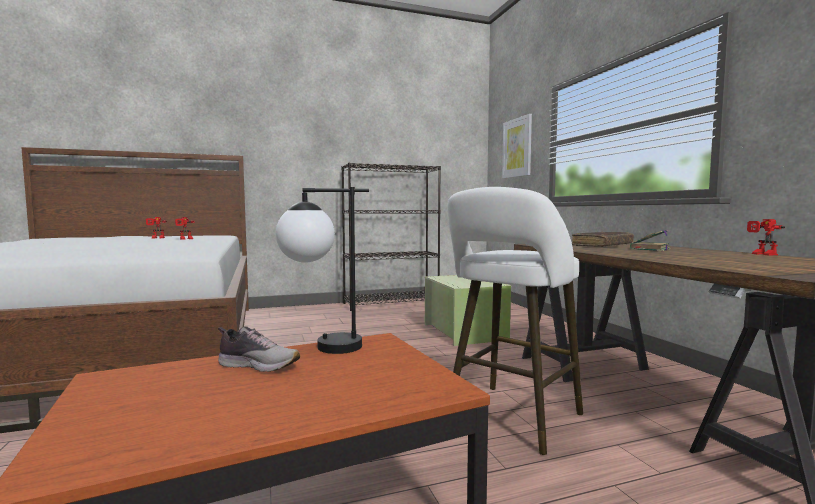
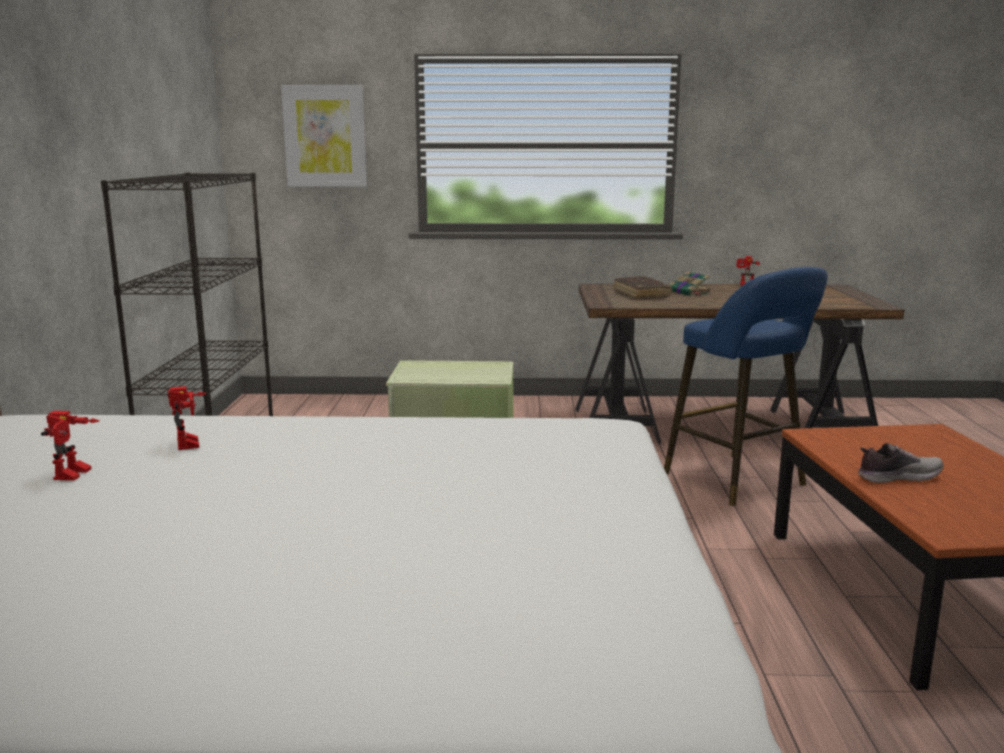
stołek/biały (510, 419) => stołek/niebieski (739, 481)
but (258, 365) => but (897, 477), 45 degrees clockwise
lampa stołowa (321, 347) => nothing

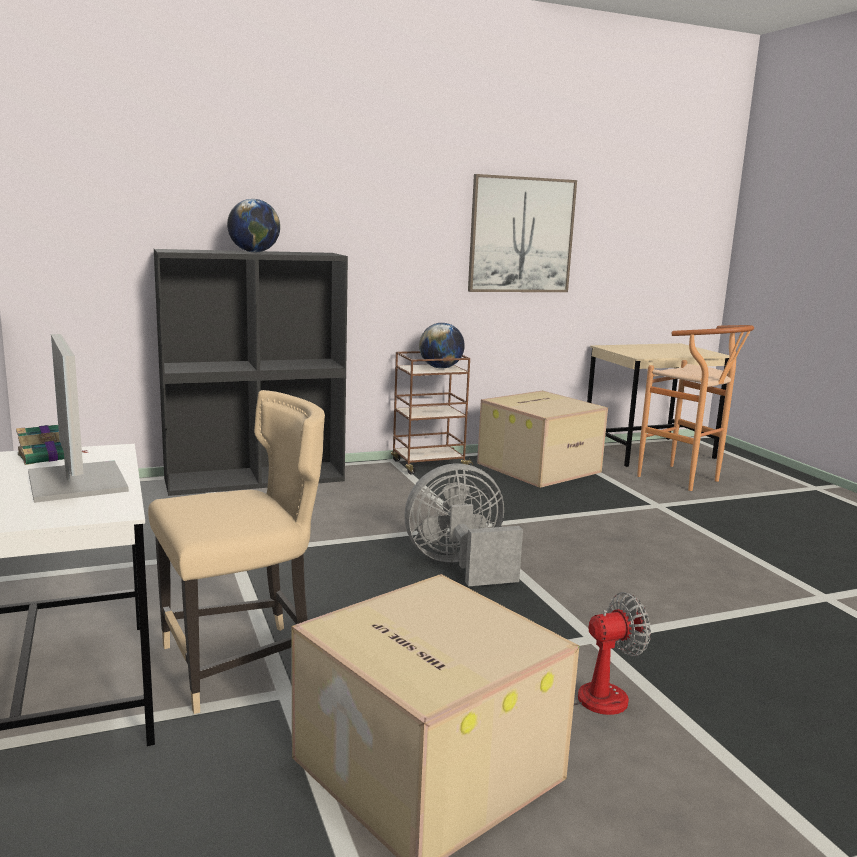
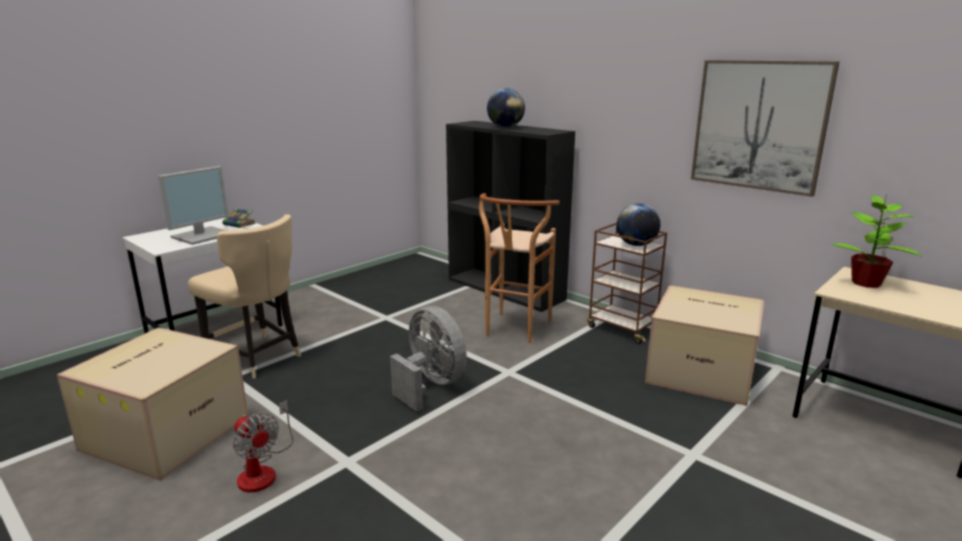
stołek/brązowy (685, 480) => stołek/brązowy (514, 331), move
nothing => roślina doniczkowa (866, 283)

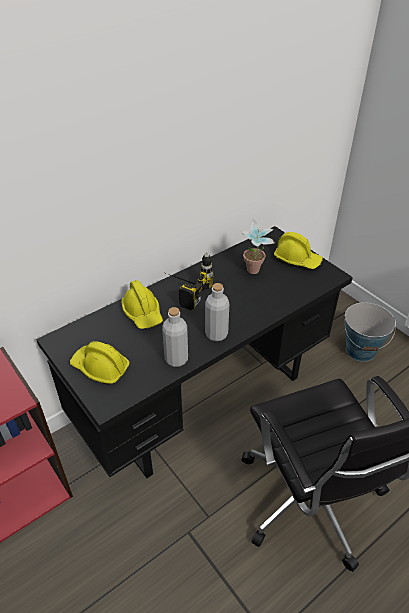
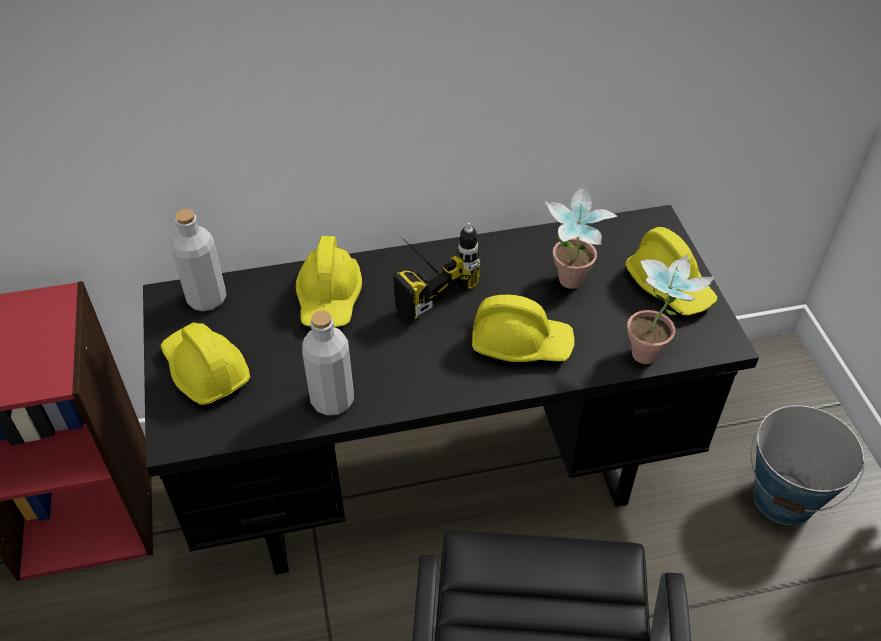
butelka/szary (216, 334) => butelka/szary (207, 299), move
nothing => kask/żółty (520, 343)
nothing => roślina doniczkowa (653, 351)

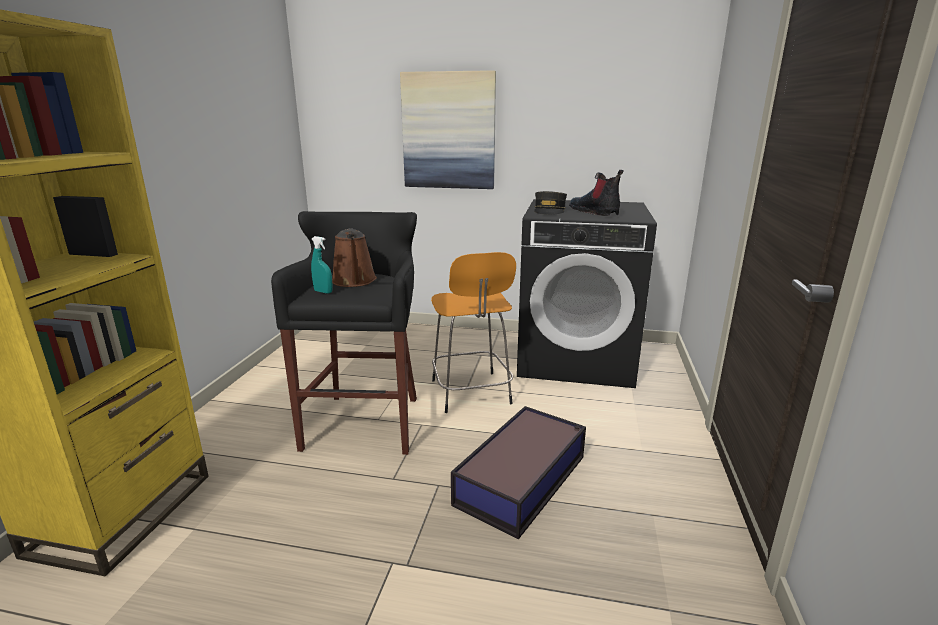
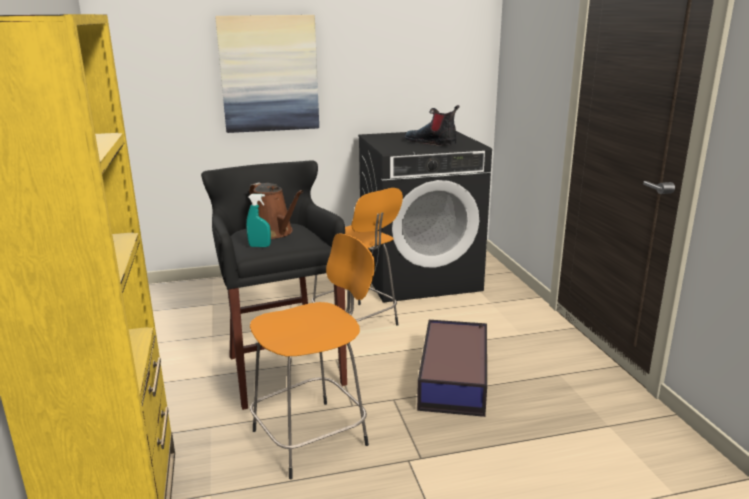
nothing => stołek/pomarańczowy (313, 436)
czapka z daszkiem/szary (549, 211) => nothing

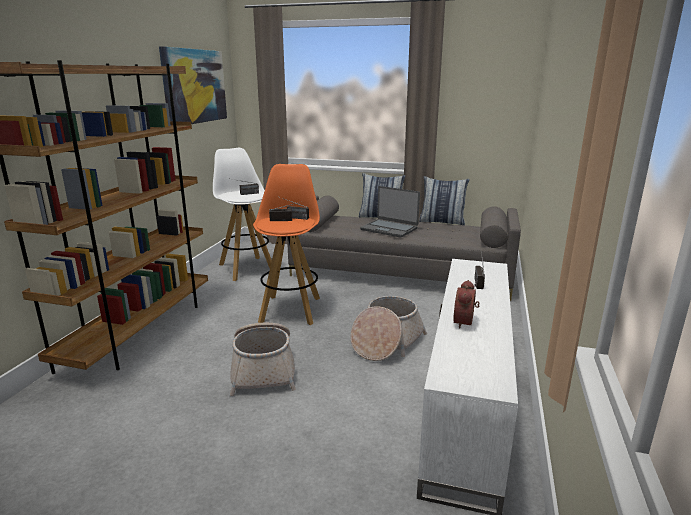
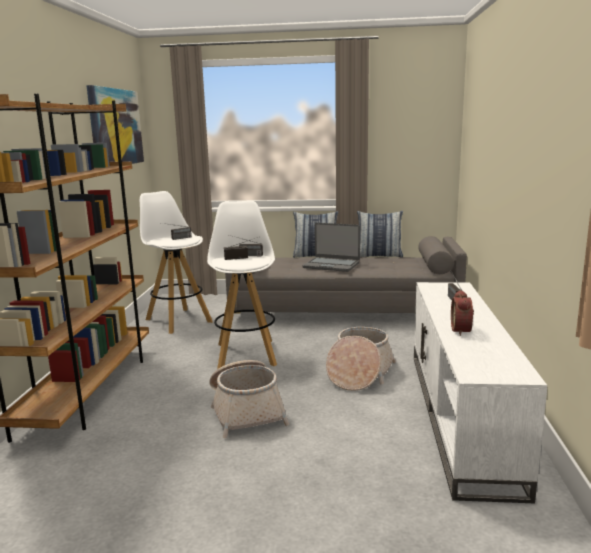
stołek/pomarańczowy (290, 309) => stołek/biały (246, 354)

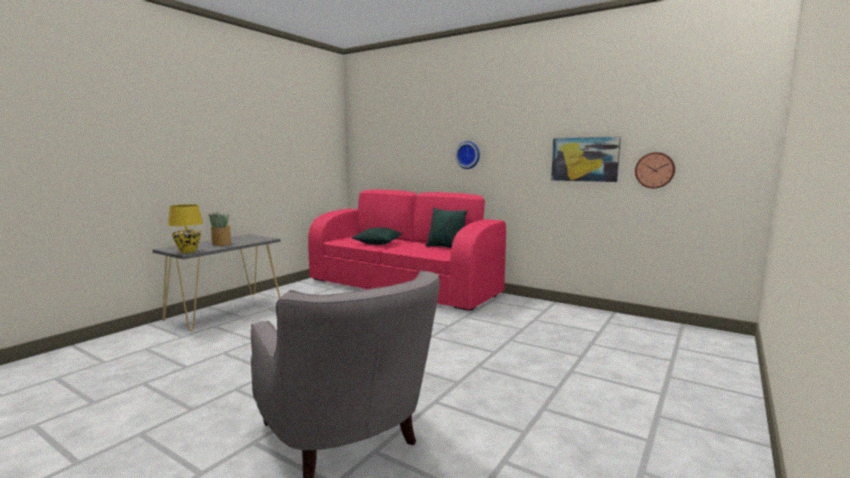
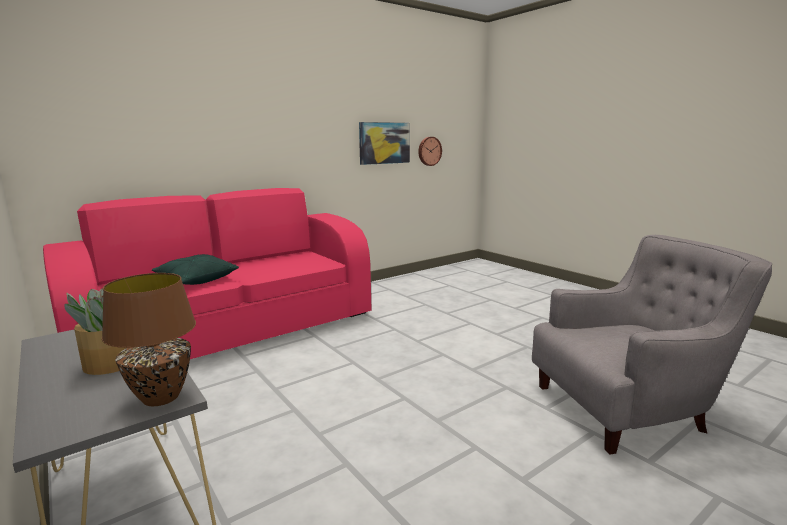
lampa stołowa/żółty (188, 252) => lampa stołowa/brązowy (161, 398)
poduszka/zielony (445, 247) => nothing
zegar ścienny (468, 155) => nothing

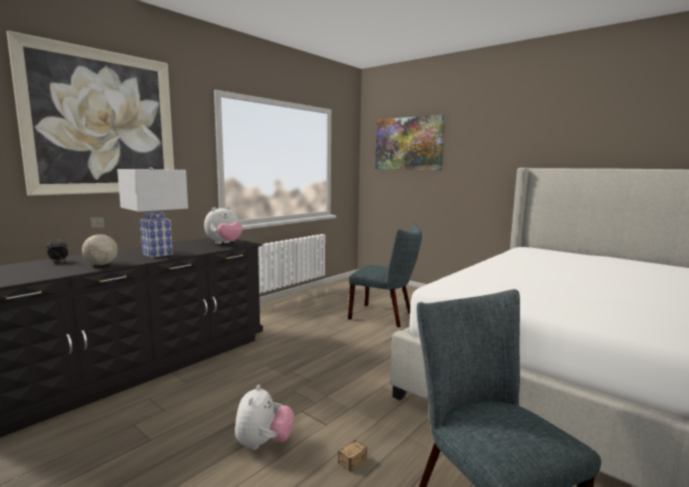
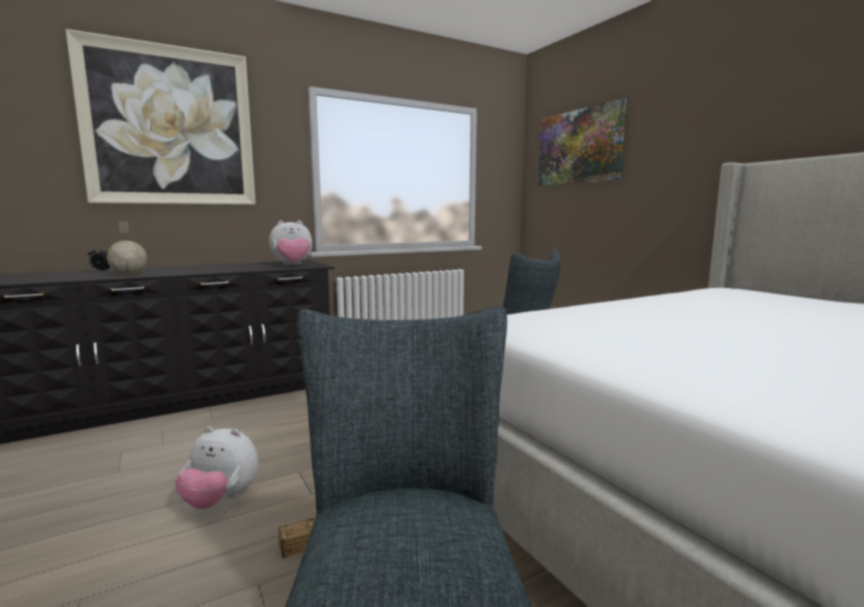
pluszak (263, 443) => pluszak (220, 500), 75 degrees clockwise
lampa stołowa/biały (158, 254) => nothing

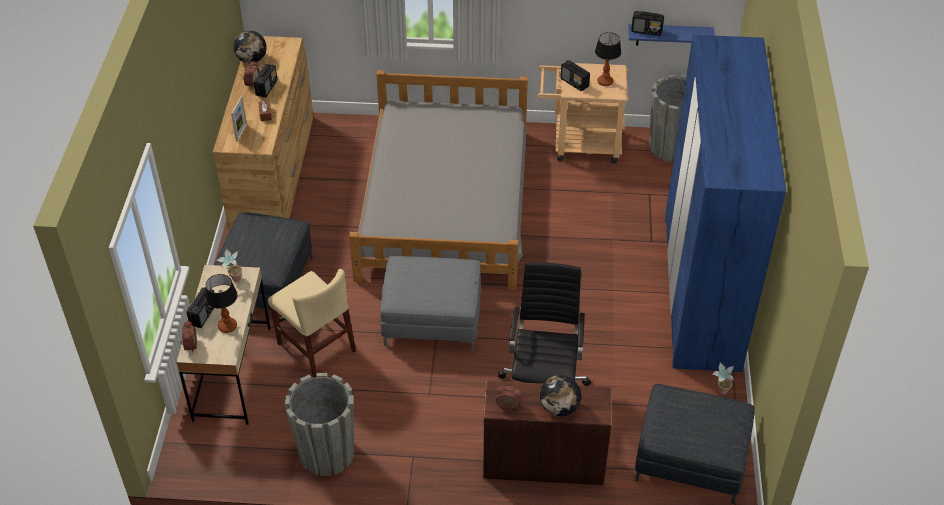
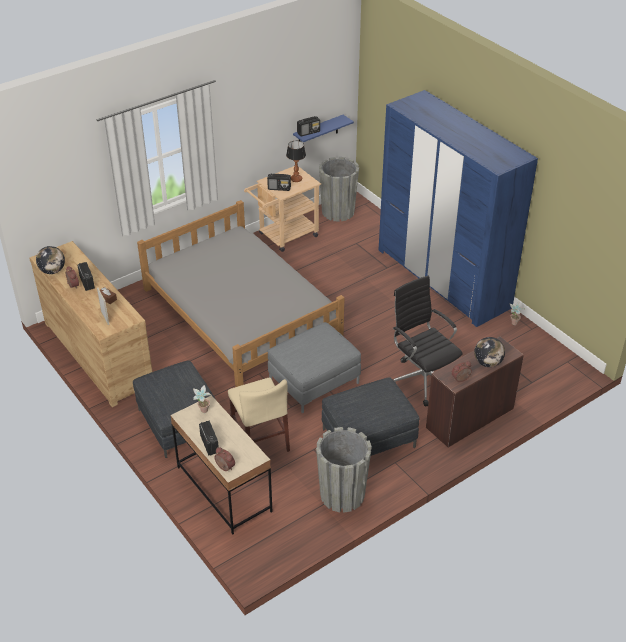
krzesło/beżowy (316, 347) => krzesło/beżowy (260, 440), 60 degrees clockwise
pufa/szary (691, 459) => pufa/szary (368, 437), move
lampa stołowa (227, 327) => nothing

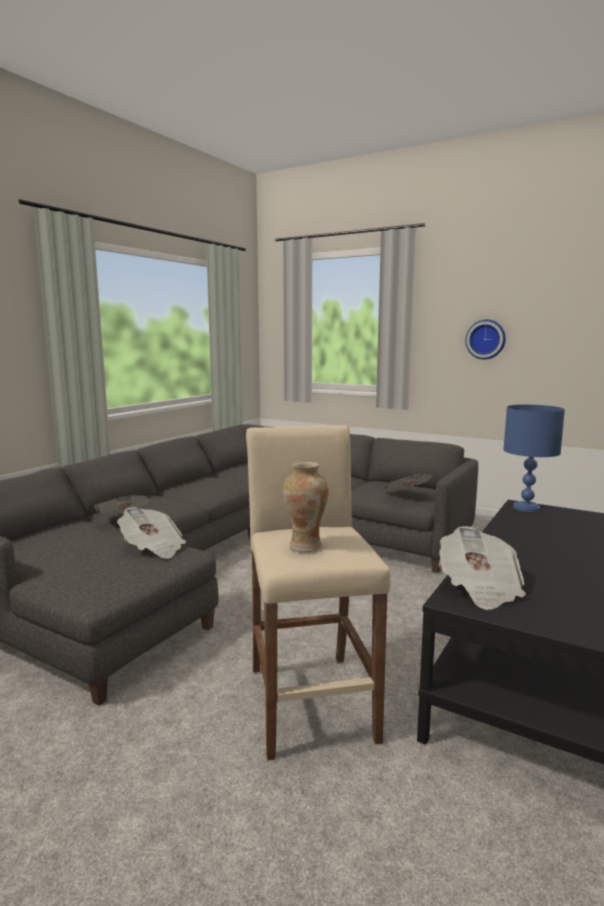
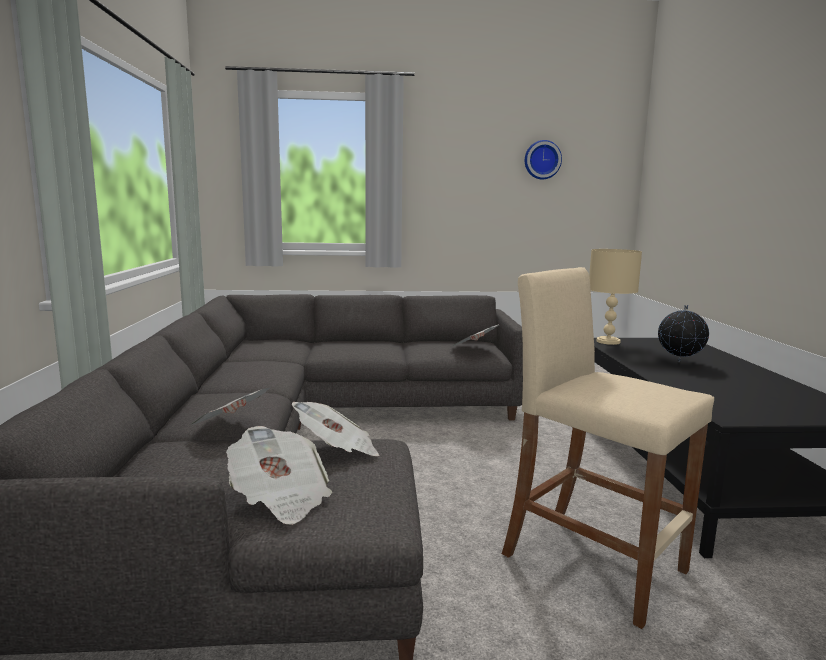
gazeta (479, 588) => gazeta (280, 498), move
zegar ścienny (486, 339) => zegar ścienny (542, 160), move
lampa stołowa/niebieski (525, 508) => lampa stołowa/beżowy (607, 341)
nothing => globus (679, 362)
wazon (305, 546) => nothing

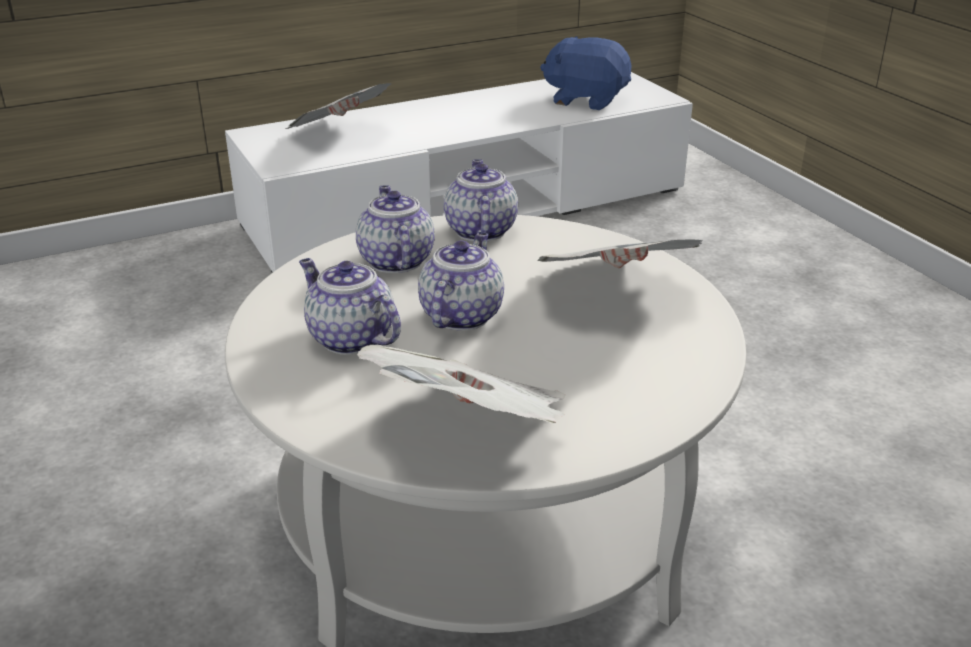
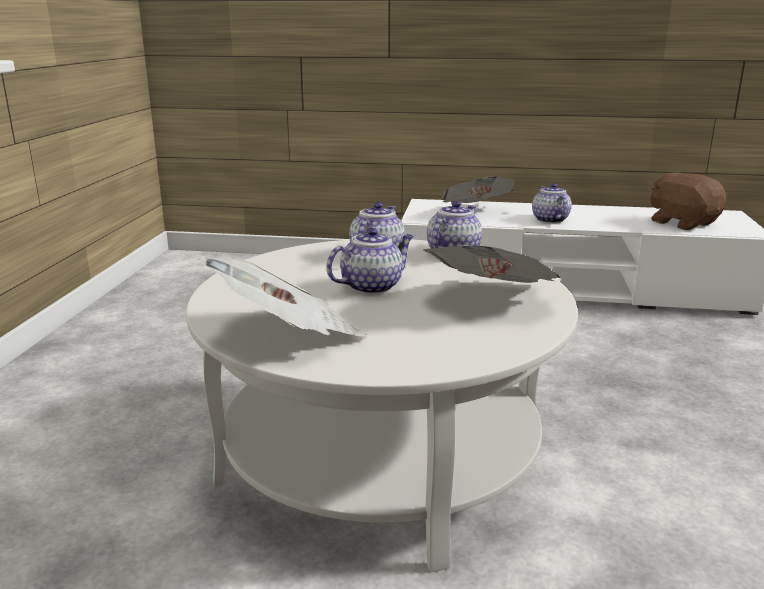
imbryk (349, 338) => imbryk (549, 220), move
pluszak/niebieski (586, 99) => pluszak/brązowy (682, 223)

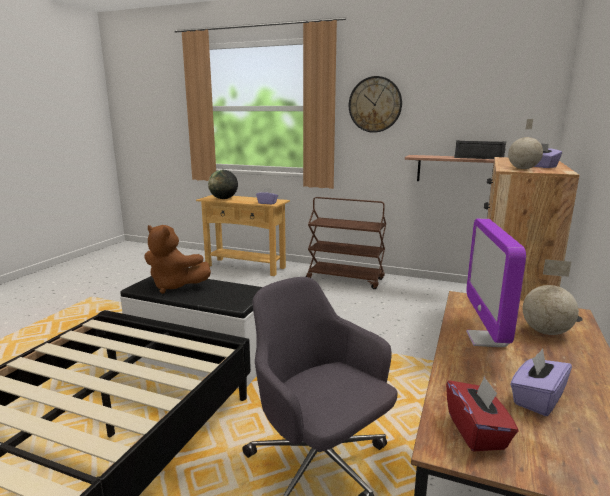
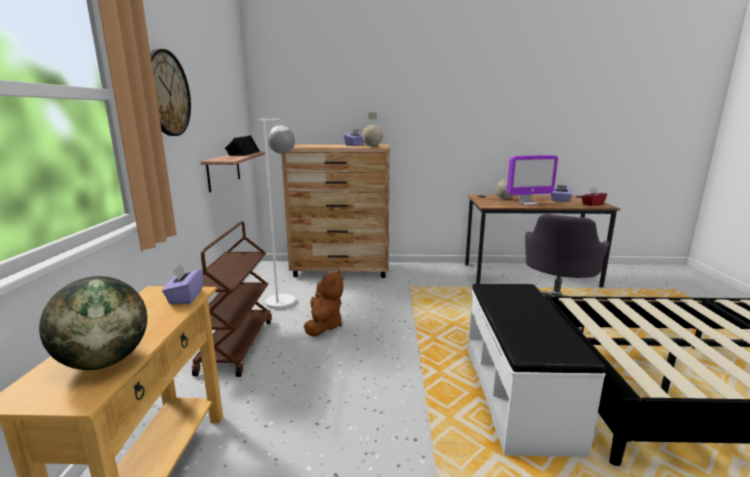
nothing => lampa stojąca/biały (284, 298)
pluszak/brązowy (174, 286) => pluszak/brązowy (324, 326), move

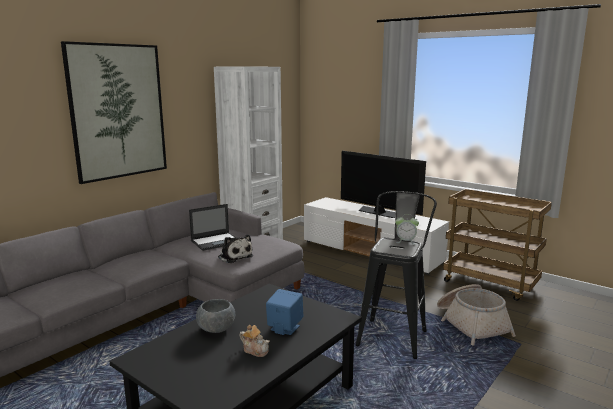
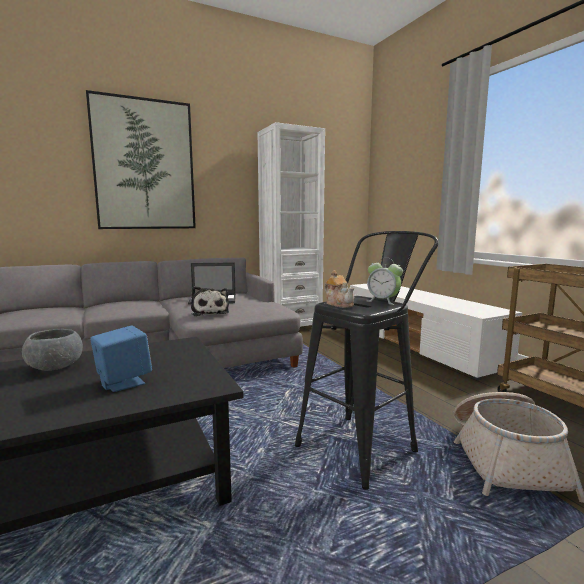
imbryk (255, 350) => imbryk (339, 304), move
telewizor (379, 212) => nothing

